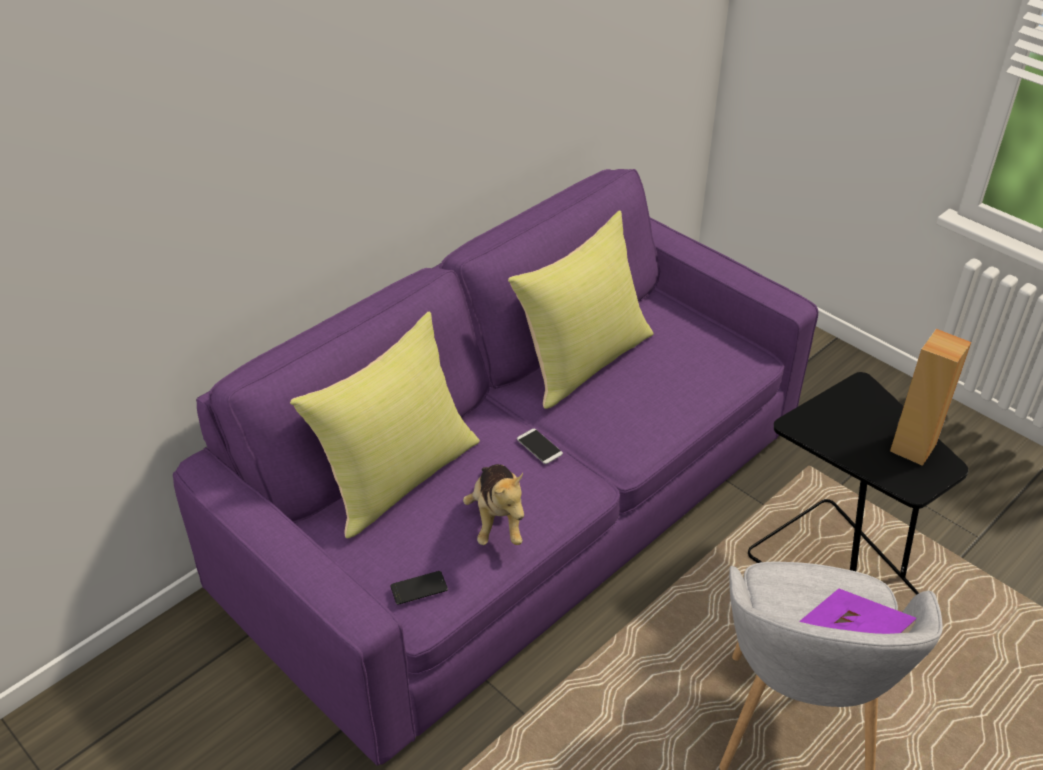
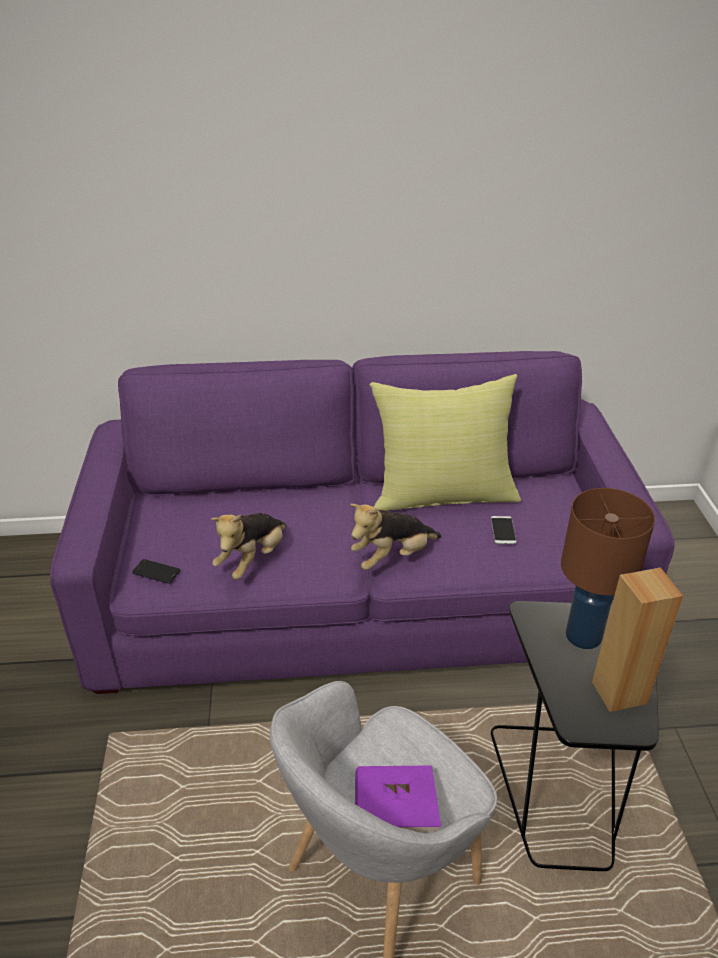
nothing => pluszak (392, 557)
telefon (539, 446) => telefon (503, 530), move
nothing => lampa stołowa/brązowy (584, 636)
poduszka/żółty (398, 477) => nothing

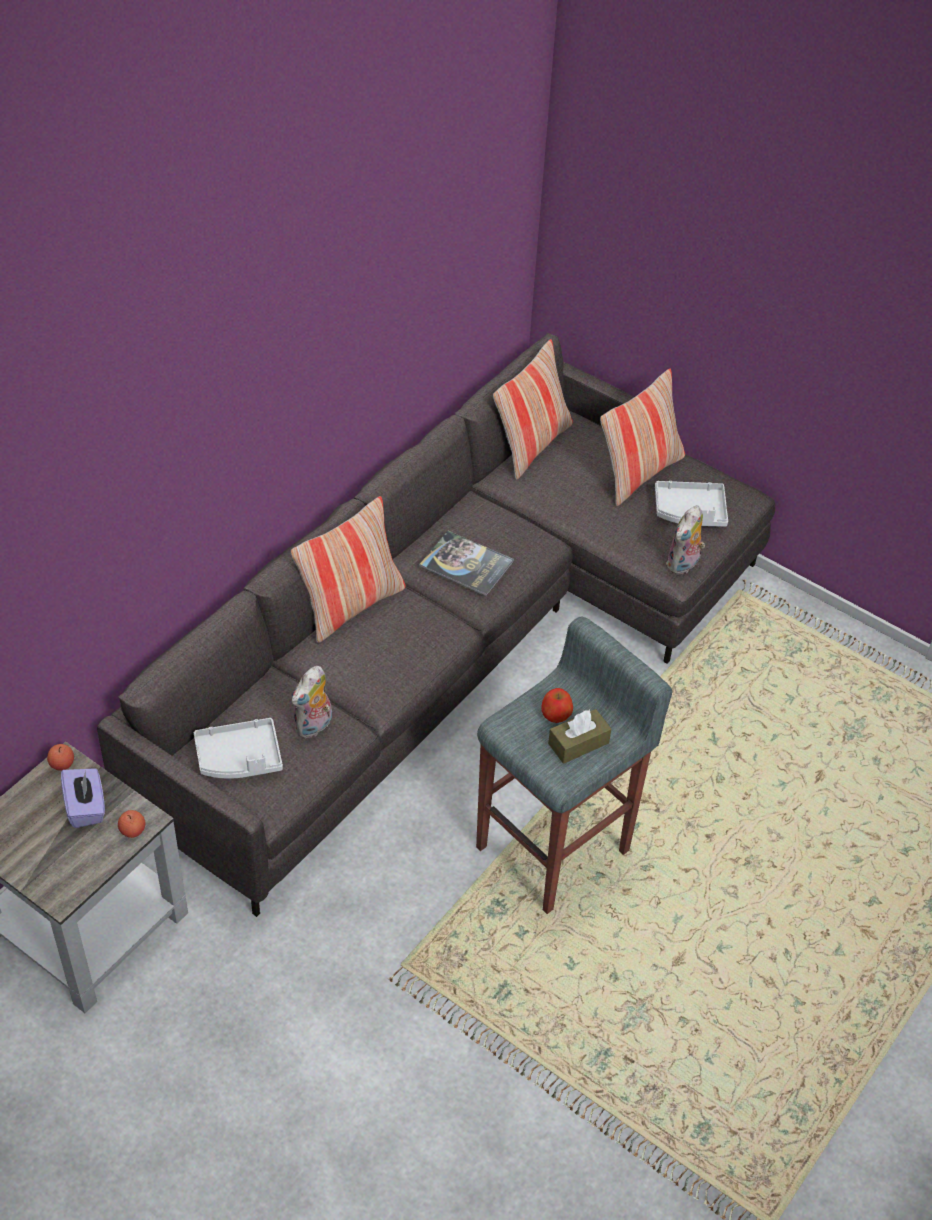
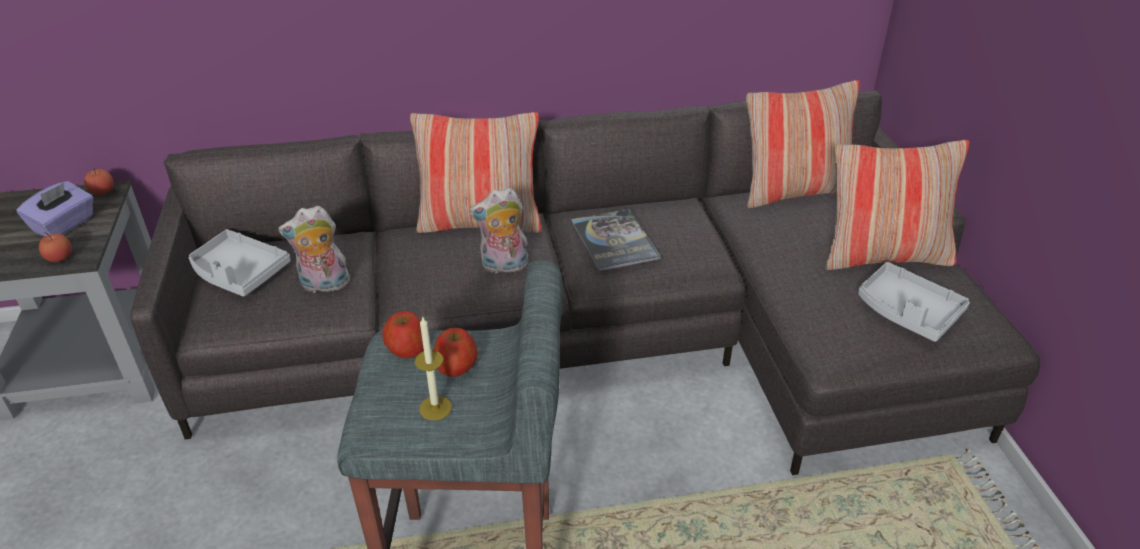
nothing => jabłko (407, 348)
pudełko chusteczek/brązowy (578, 743) => świeca (435, 408)
pluszak (683, 565) => pluszak (504, 266), move

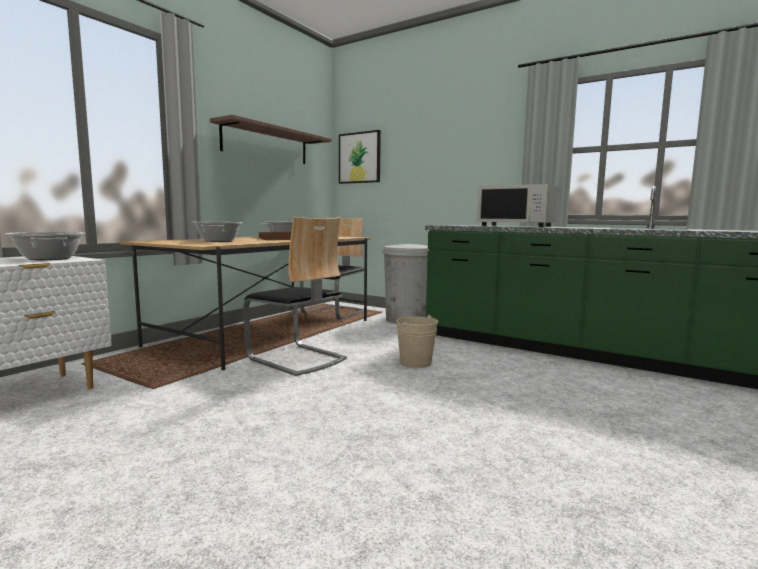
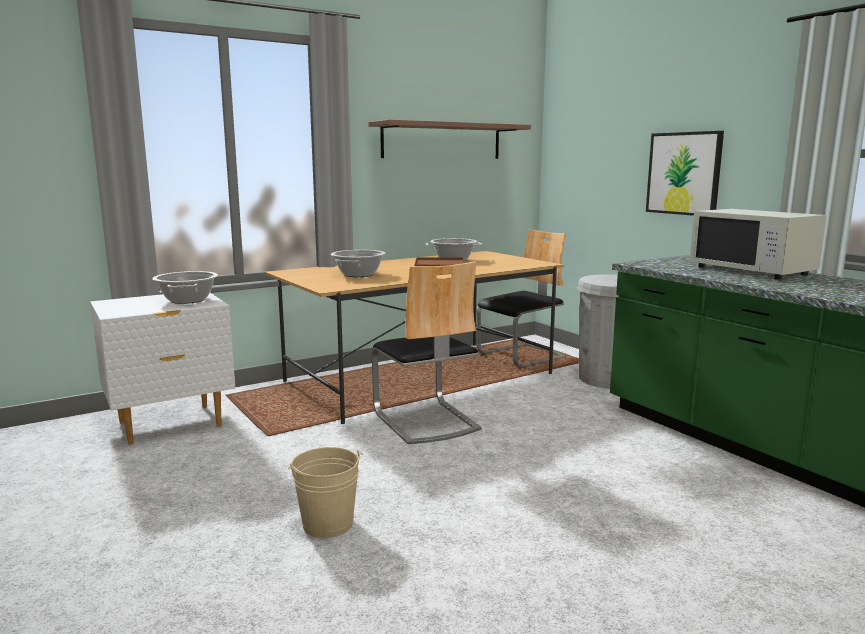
wiadro/beżowy (415, 362) => wiadro/beżowy (327, 524), move
obraz (359, 158) => obraz (684, 173), move

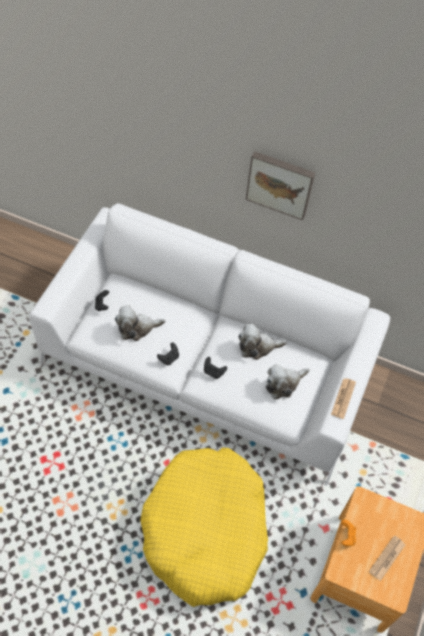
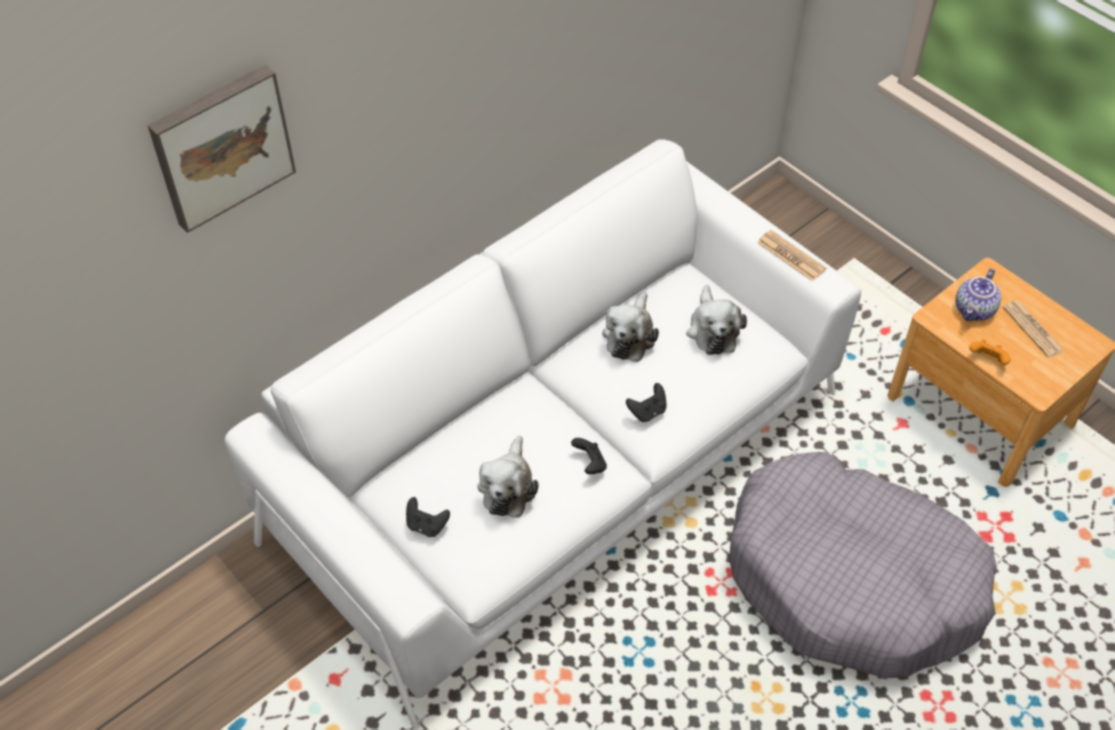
obraz (280, 184) => obraz (221, 145), move
legowisko/żółty (206, 531) => legowisko/szary (851, 580)
nothing => imbryk (975, 310)

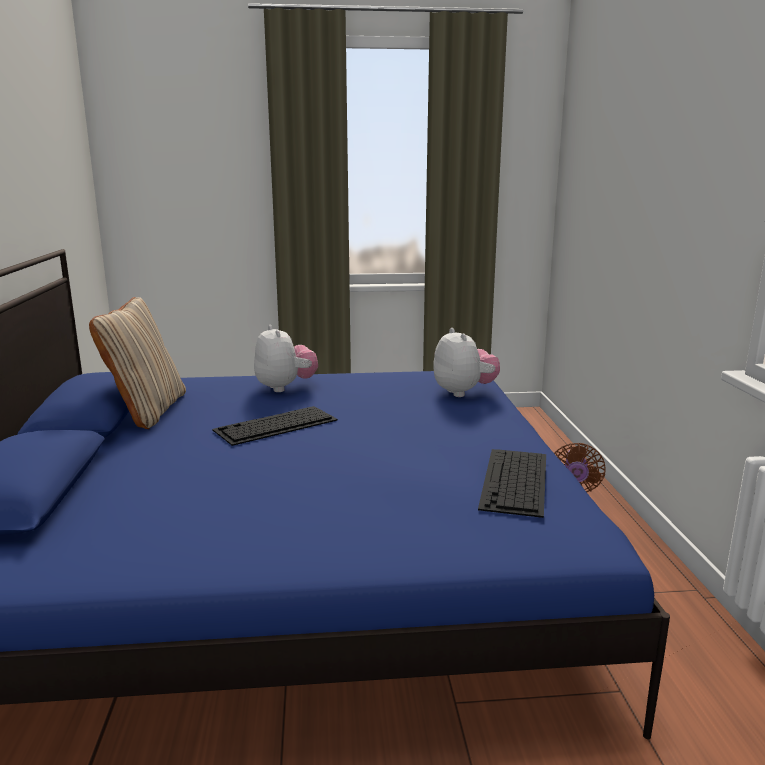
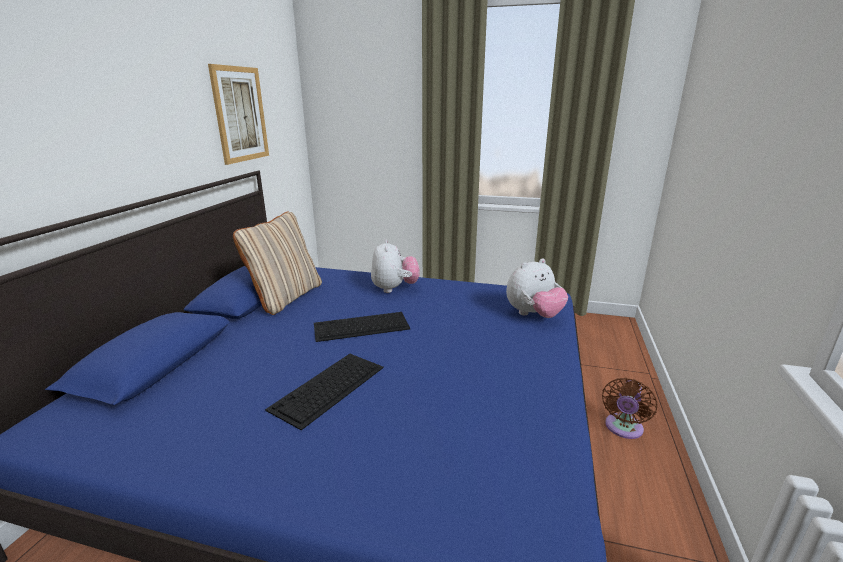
nothing => obraz (240, 114)
klawiatura (515, 481) => klawiatura (328, 388), move
pluszak (464, 392) => pluszak (533, 315), 60 degrees clockwise

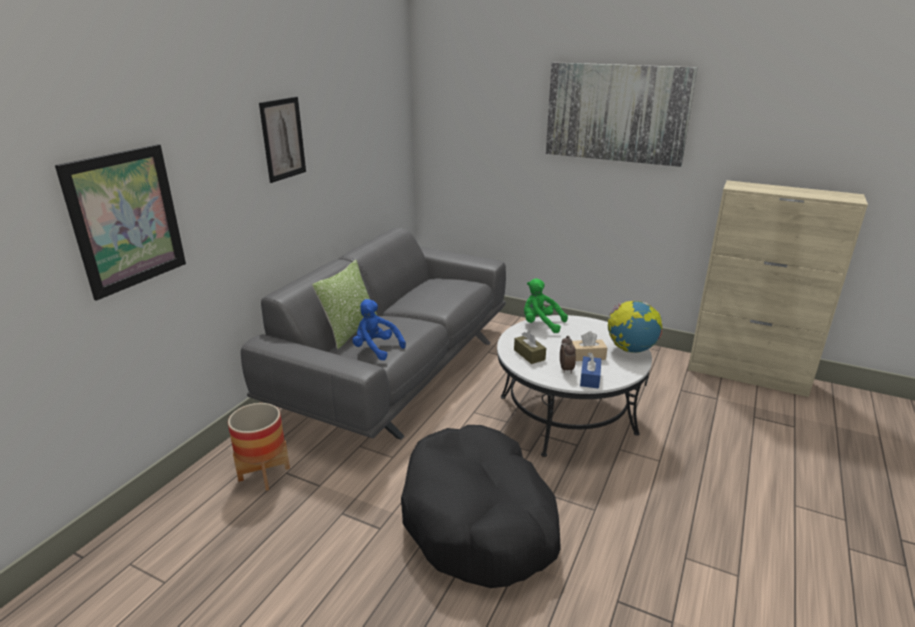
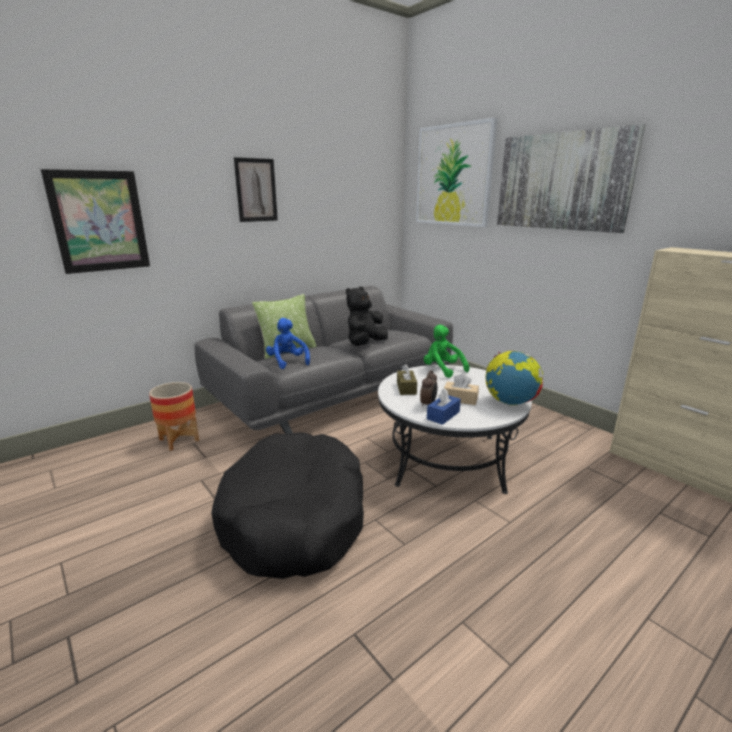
nothing => pluszak/czarny (365, 344)
nothing => obraz (453, 175)

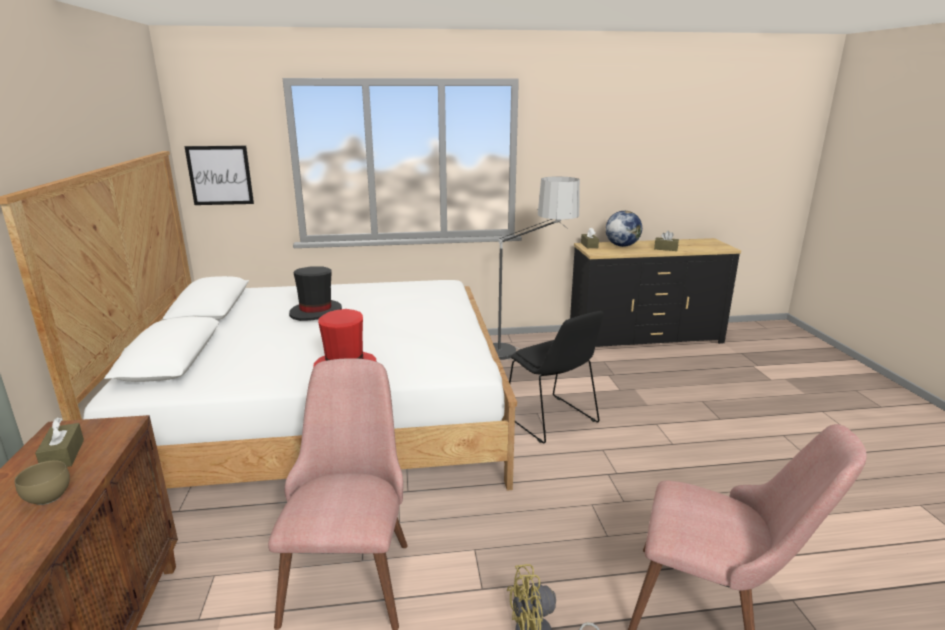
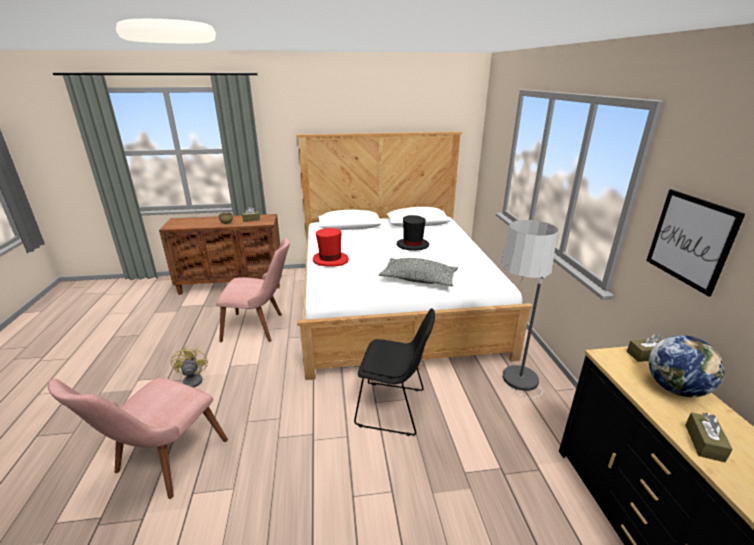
krzesło/czarny (552, 421) => krzesło/czarny (393, 408), 135 degrees counterclockwise
nothing => poduszka/szary (418, 280)
obraz (220, 175) => obraz (690, 240), move

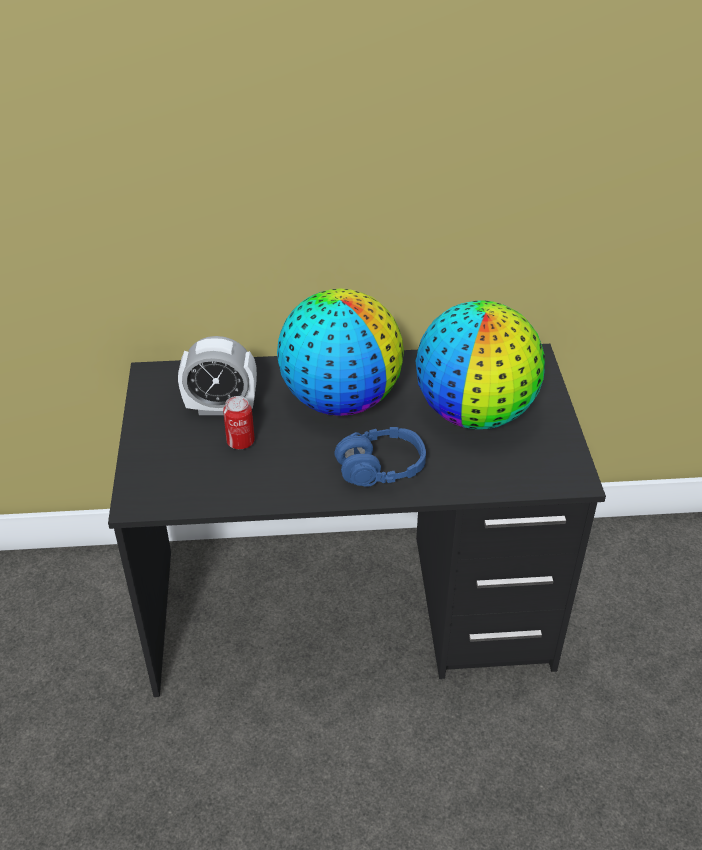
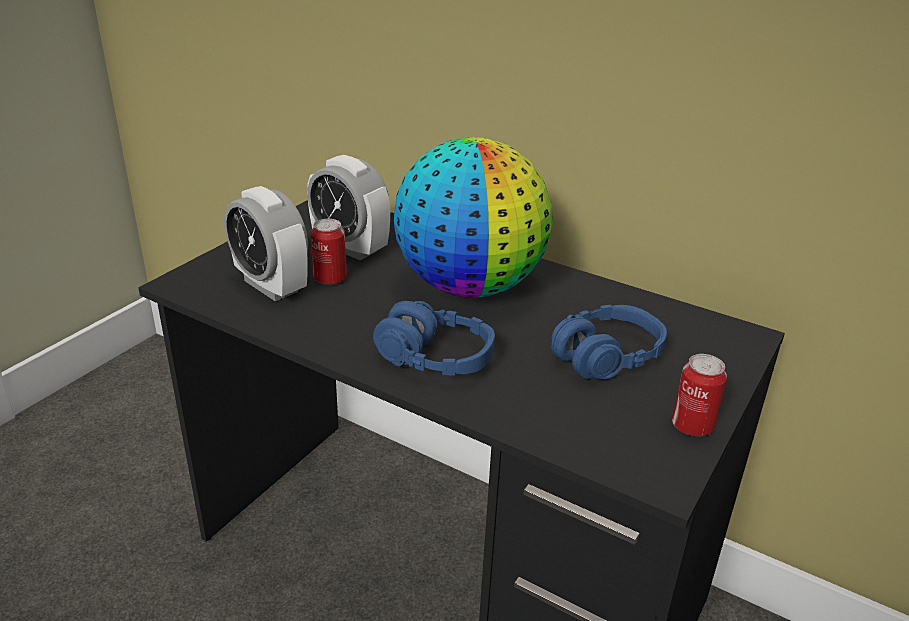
nothing => budzik (271, 286)
globus (475, 413) => słuchawki/niebieski (606, 356)
nothing => puszka (692, 426)

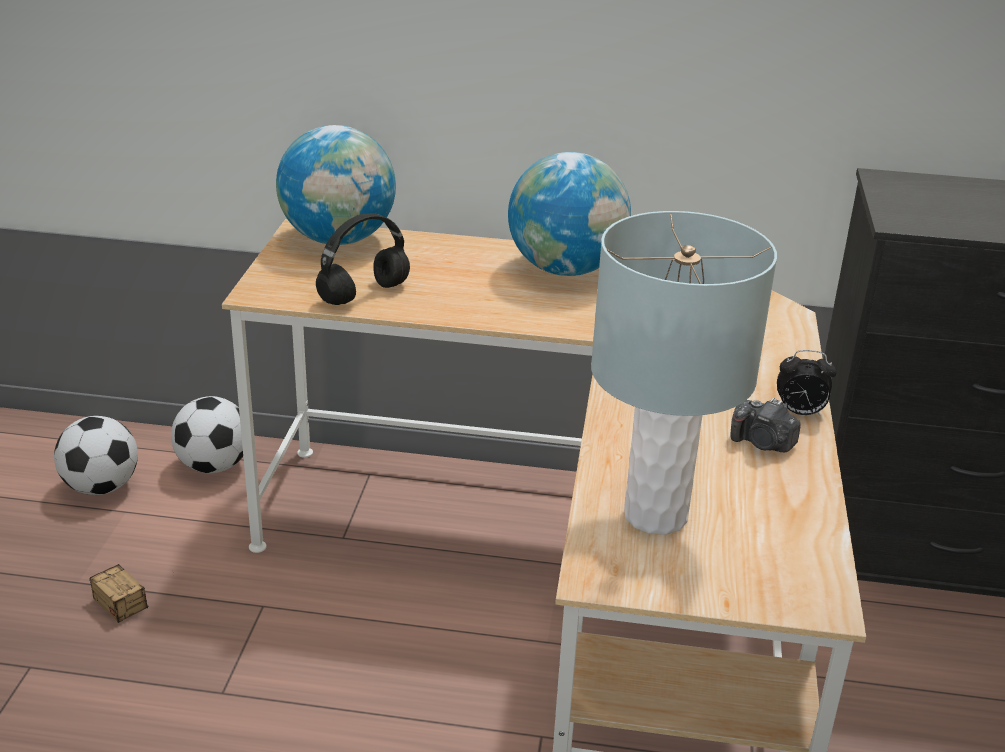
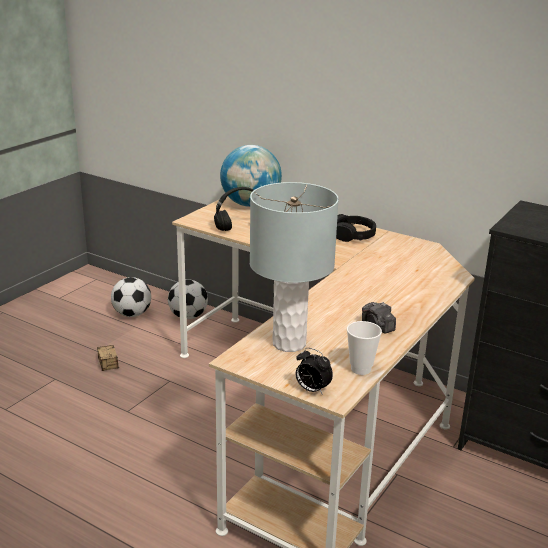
budzik (799, 413) => budzik (312, 390), move
globus (566, 269) => słuchawki/czarny (353, 235)
nothing => filiżanka (360, 369)

